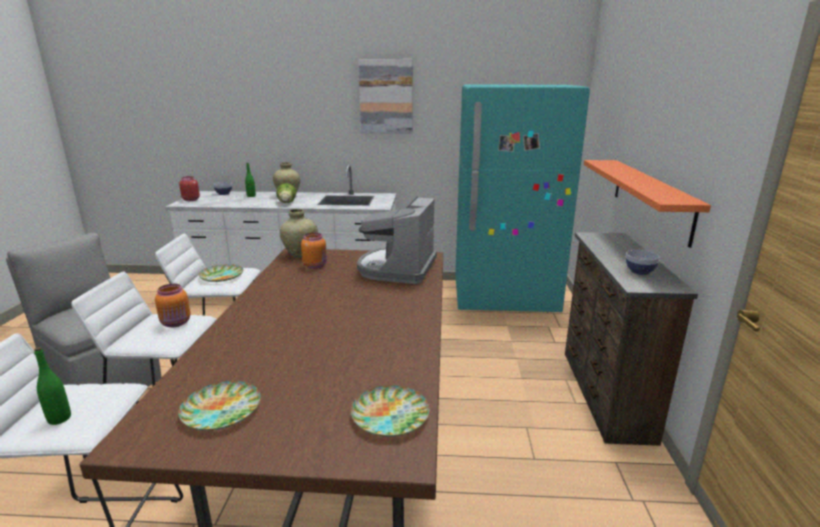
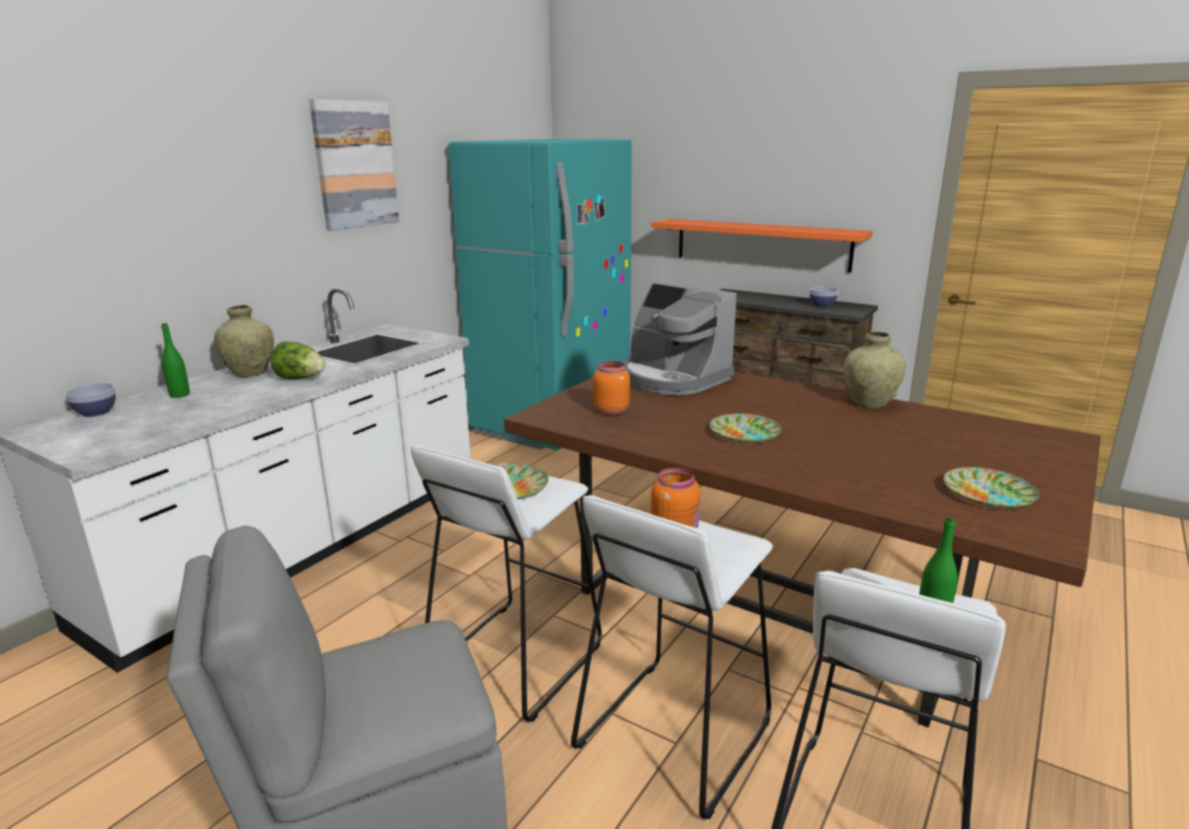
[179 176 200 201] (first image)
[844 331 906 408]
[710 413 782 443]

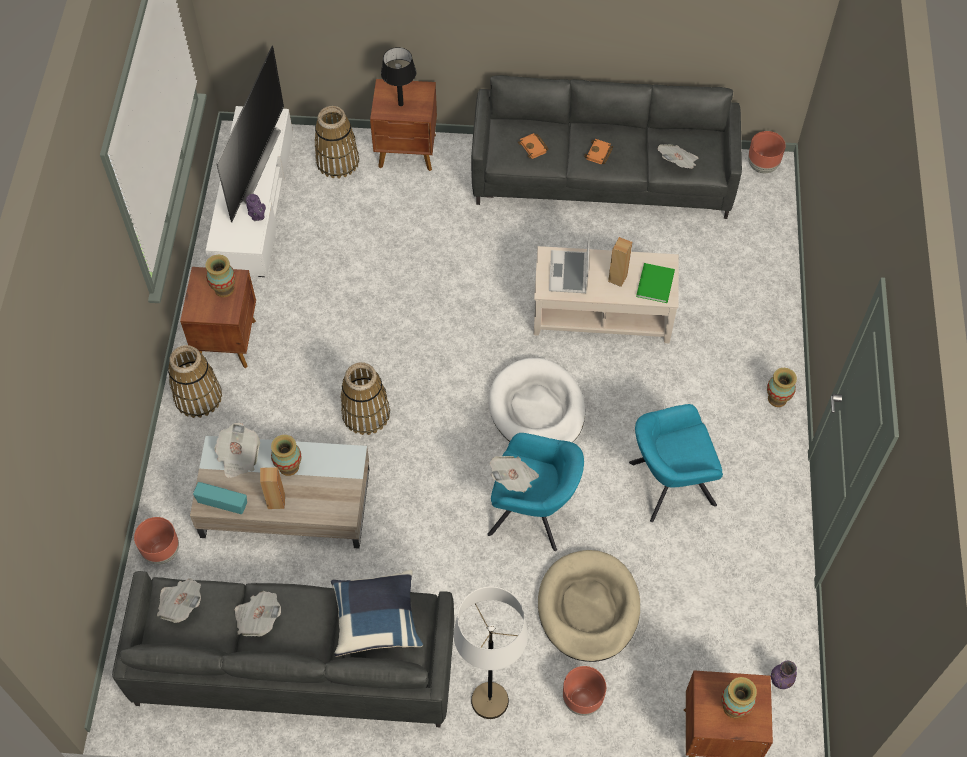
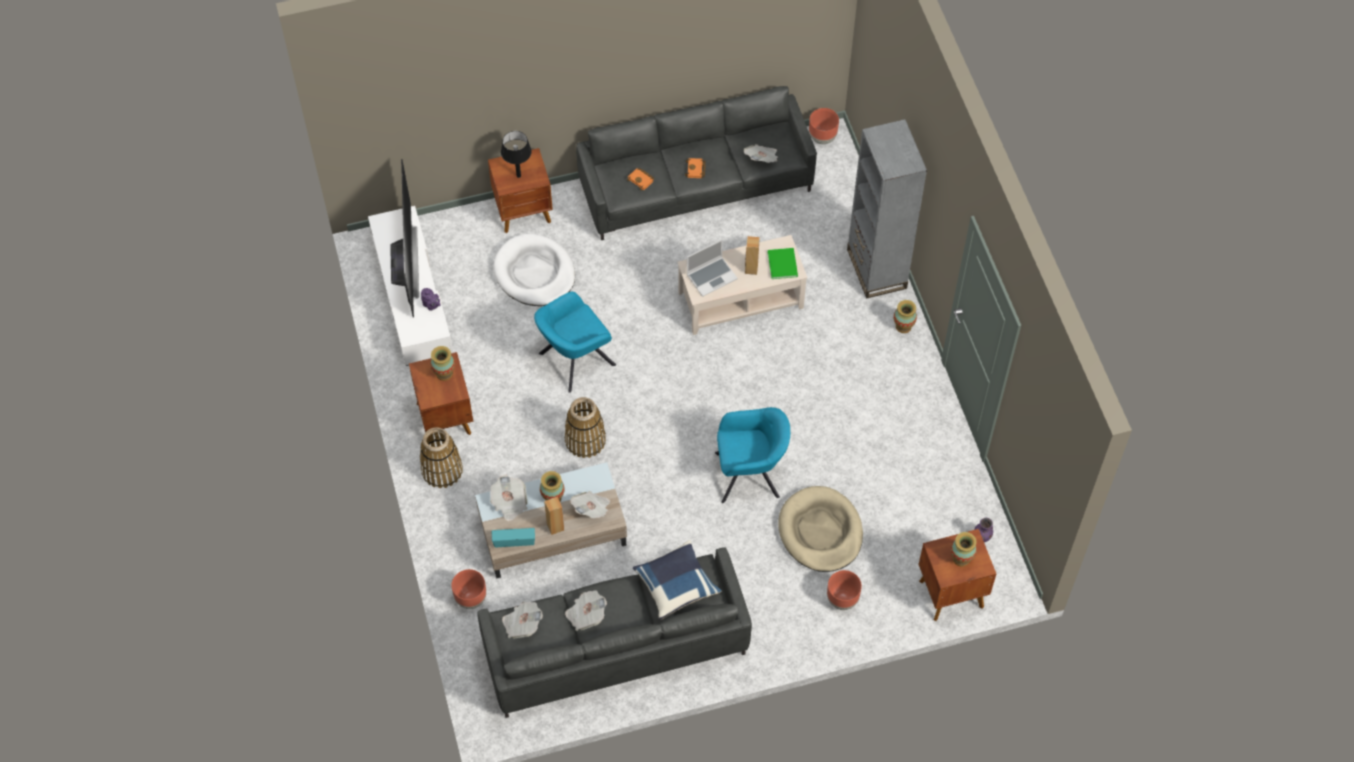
[314 106 359 178] (first image)
[454 586 528 719] (first image)
[847 119 927 299]
[493 233 575 306]
[571 491 611 518]
[534 292 616 393]
[687 239 738 297]

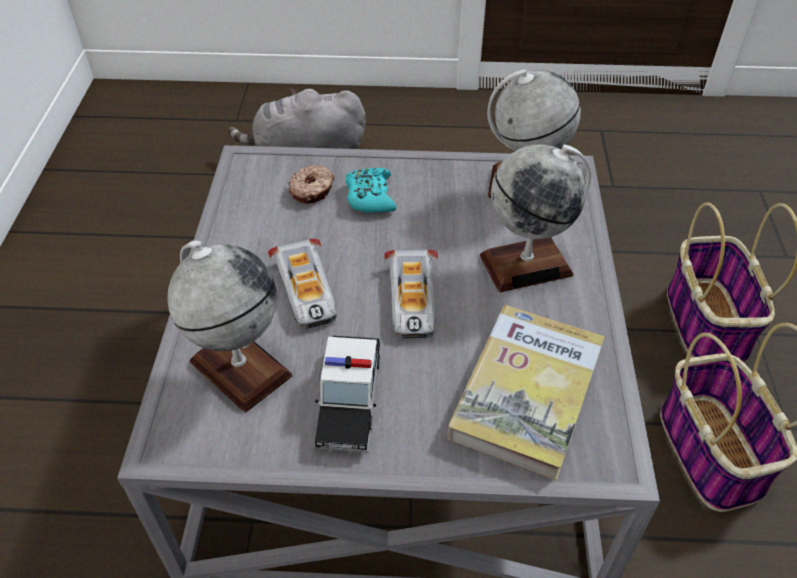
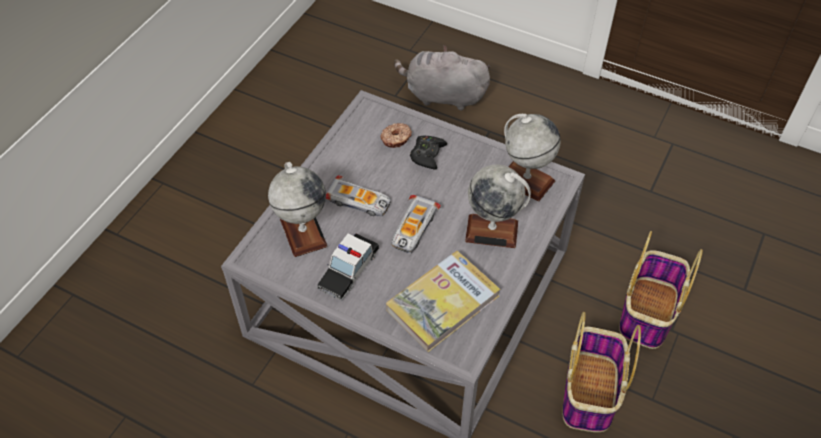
[410 136 447 170]
[326 175 391 217]

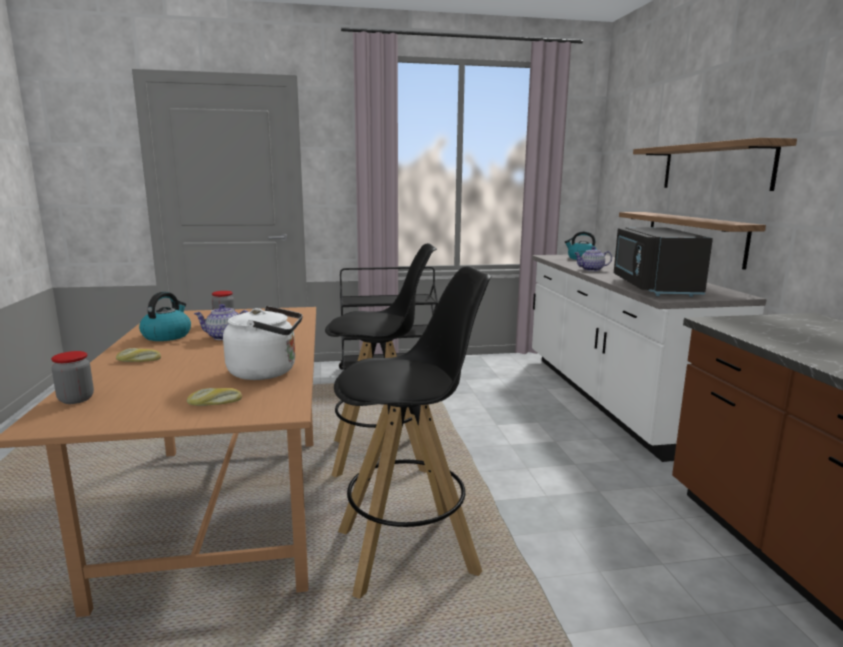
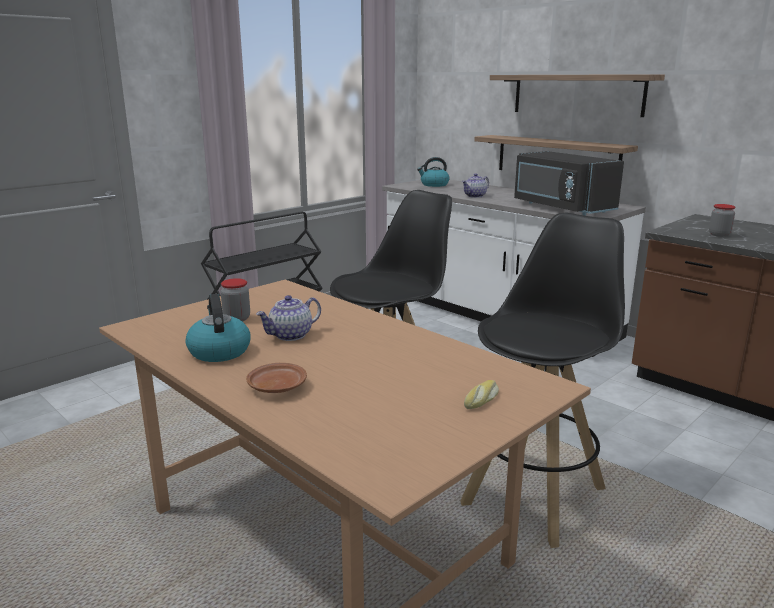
[223 306 303 380] (first image)
[709 204 736 237]
[246 363 307 393]

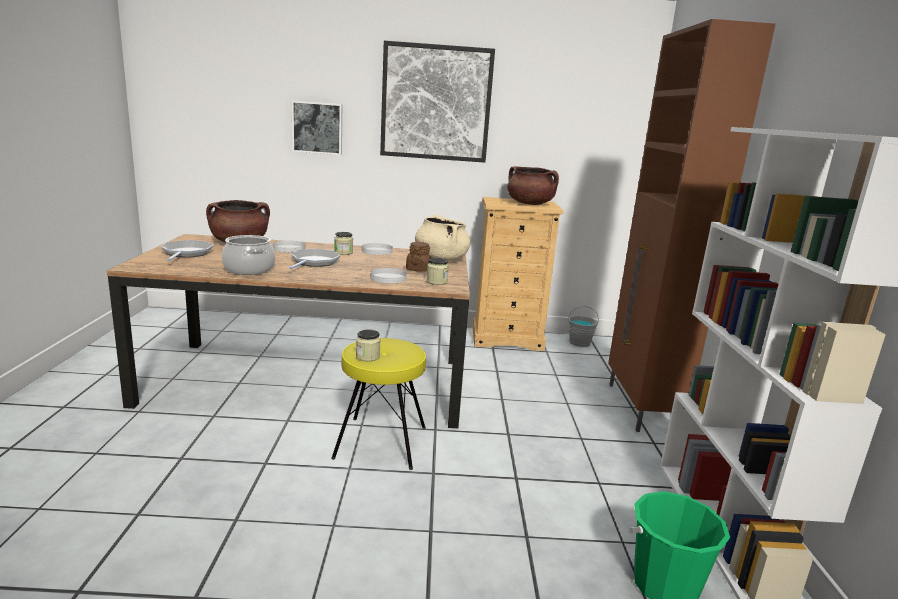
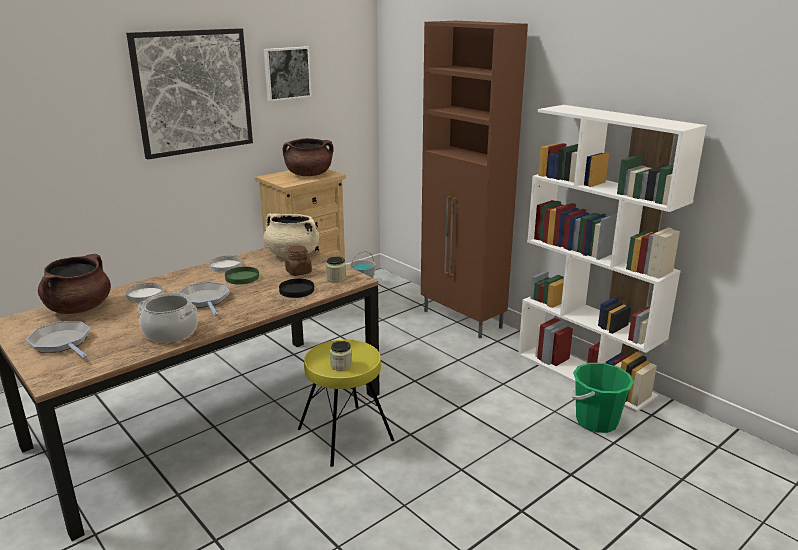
[334 232 353 255] (first image)
[225 267 259 284]
[264 47 312 101]
[279 279 314 298]

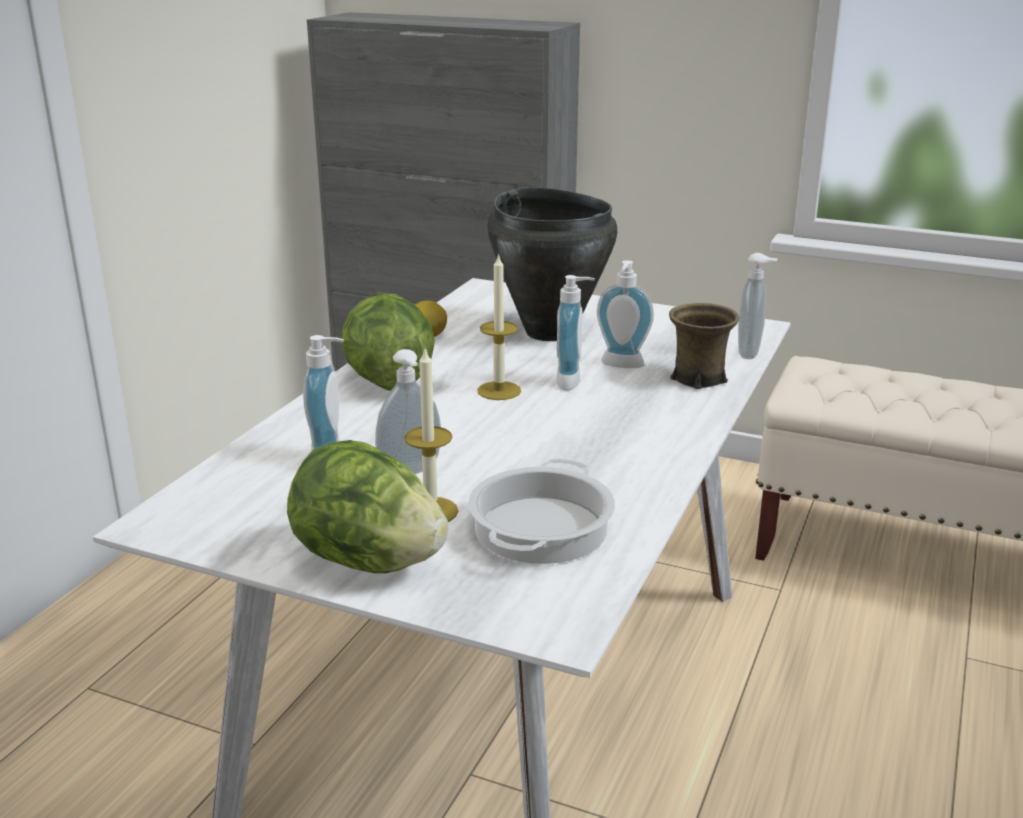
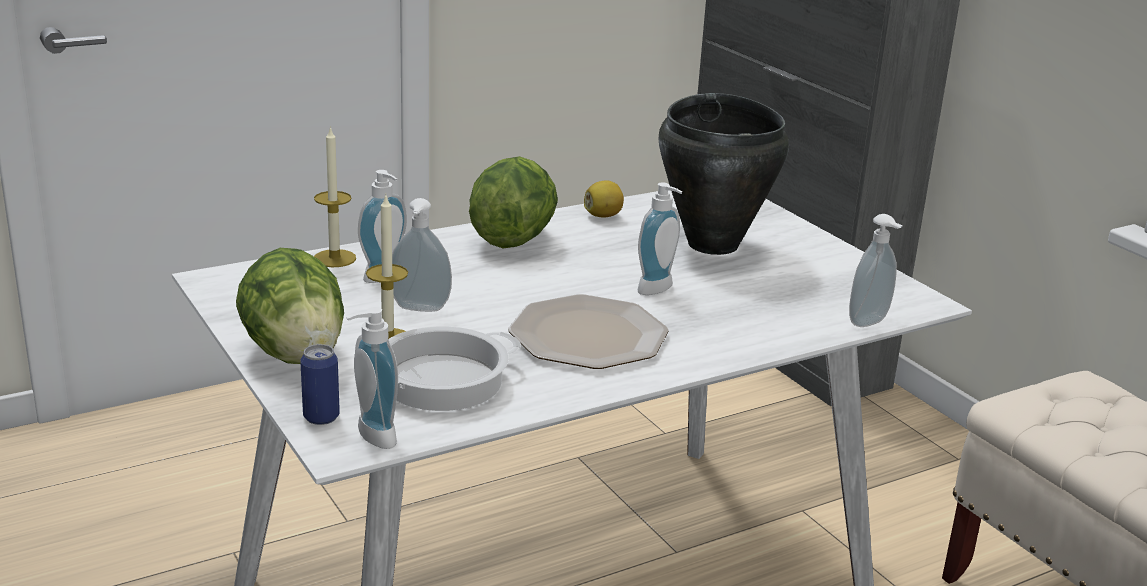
[669 303 739 389] (first image)
[300 344 340 425]
[508 294 669 369]
[314 126 356 267]
[347 307 398 449]

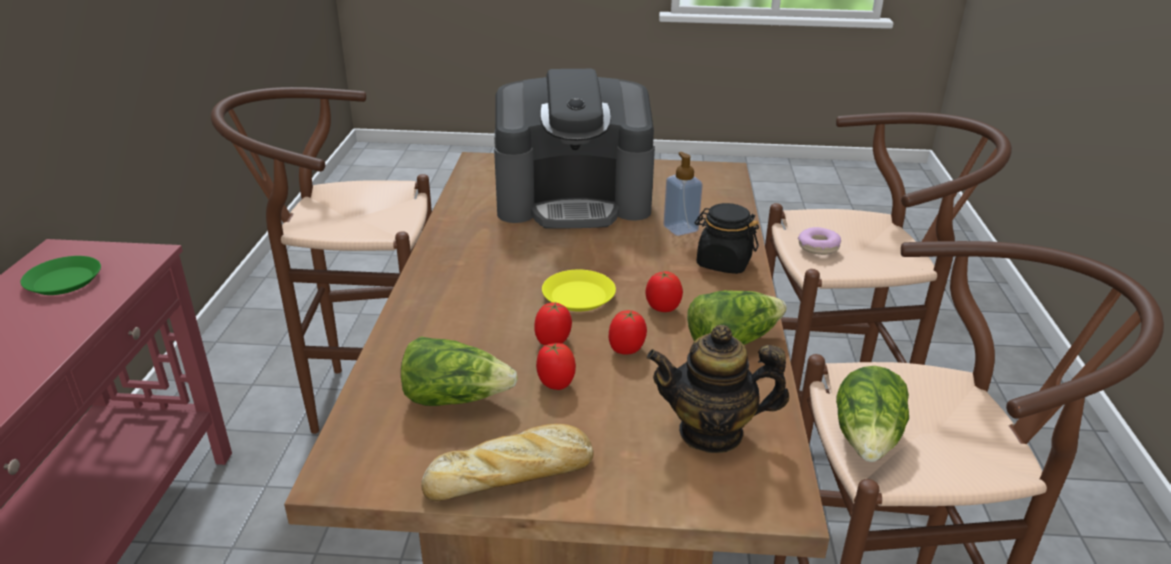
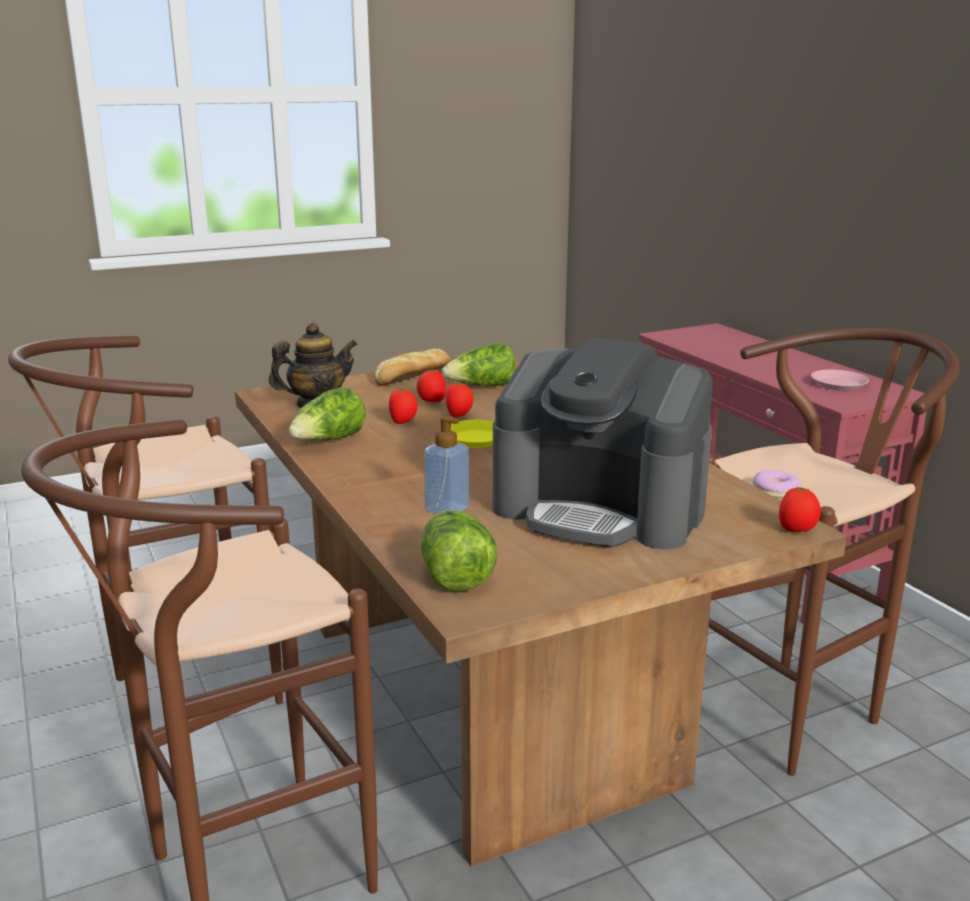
[695 203 759 274] (first image)
[779 487 821 532]
[753 470 801 499]
[421 510 497 592]
[811 370 869 391]
[493 338 713 550]

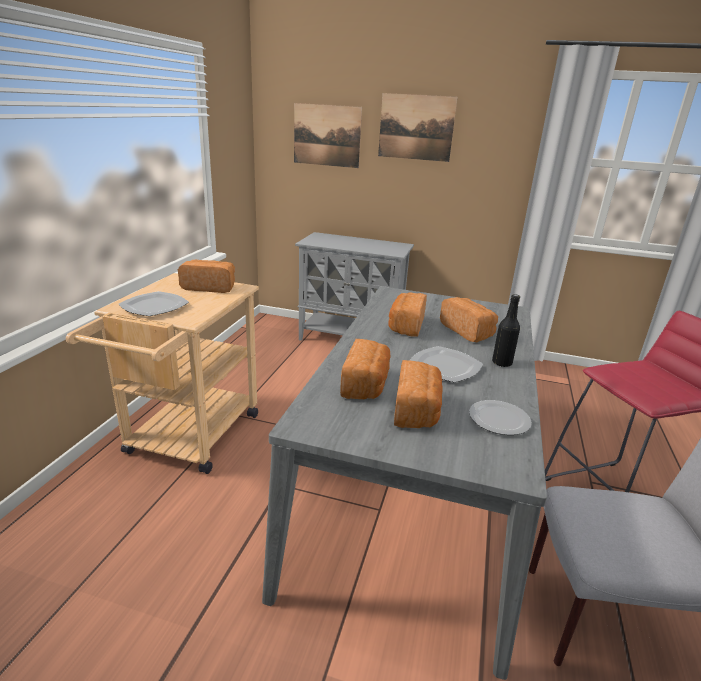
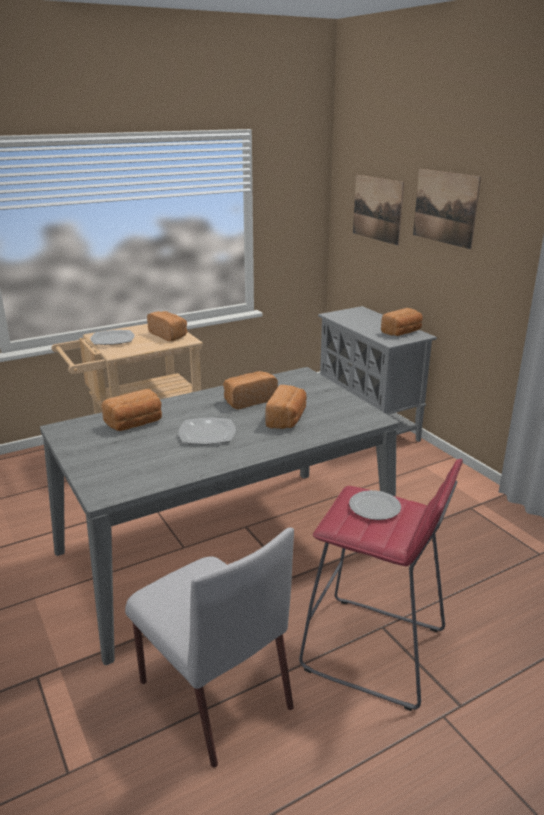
[492 294 520 367] (first image)
[381 308 423 336]
[349 490 401 520]

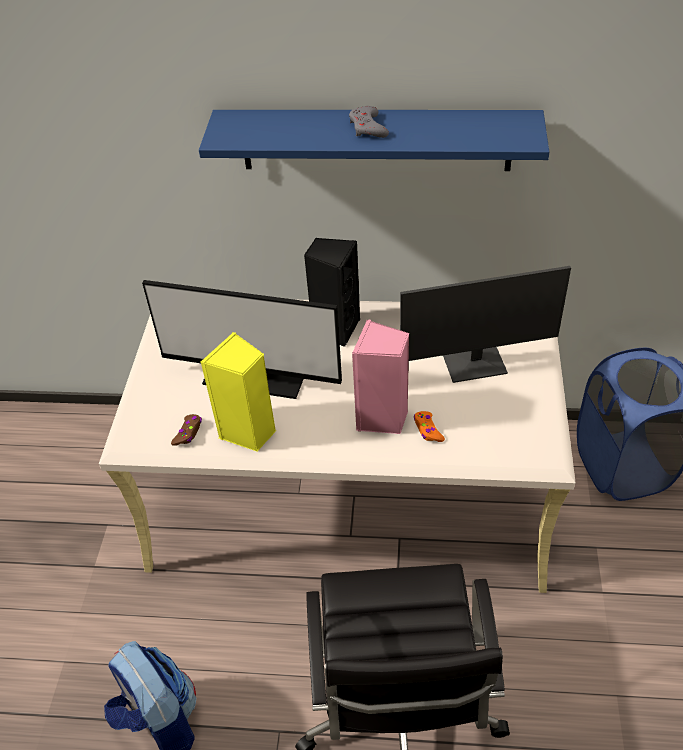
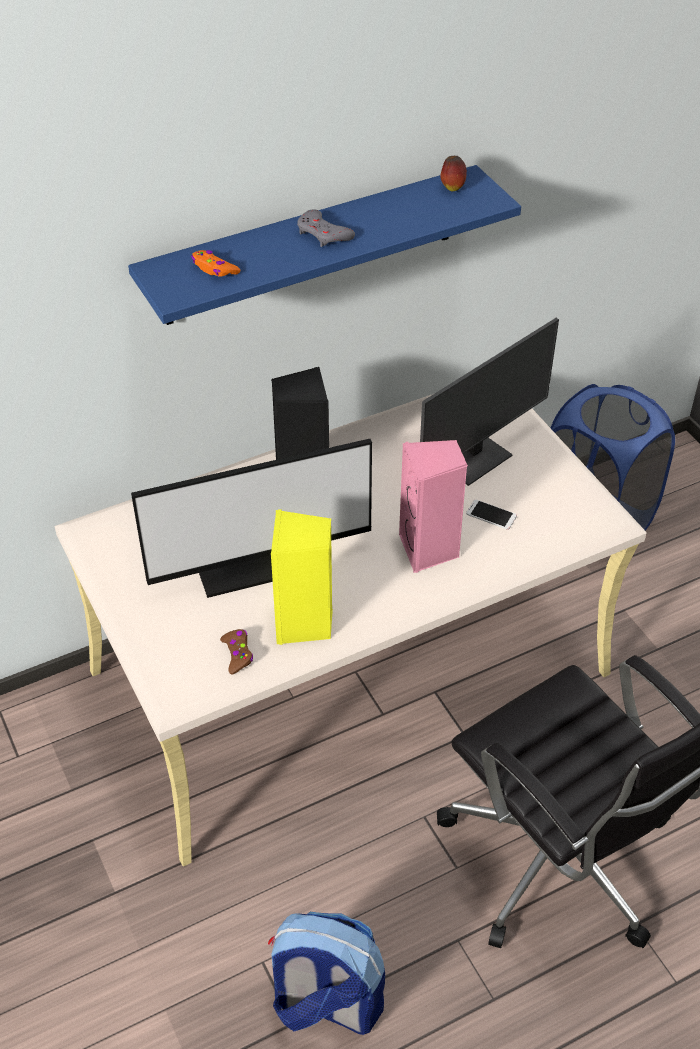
[440 156 467 191]
[466 500 517 530]
[191 250 241 277]

